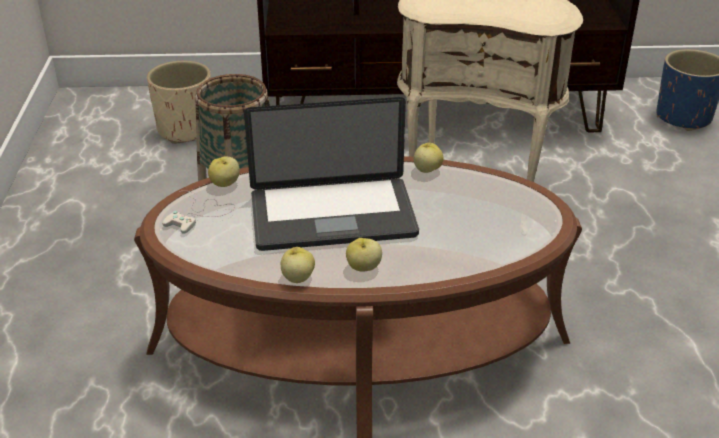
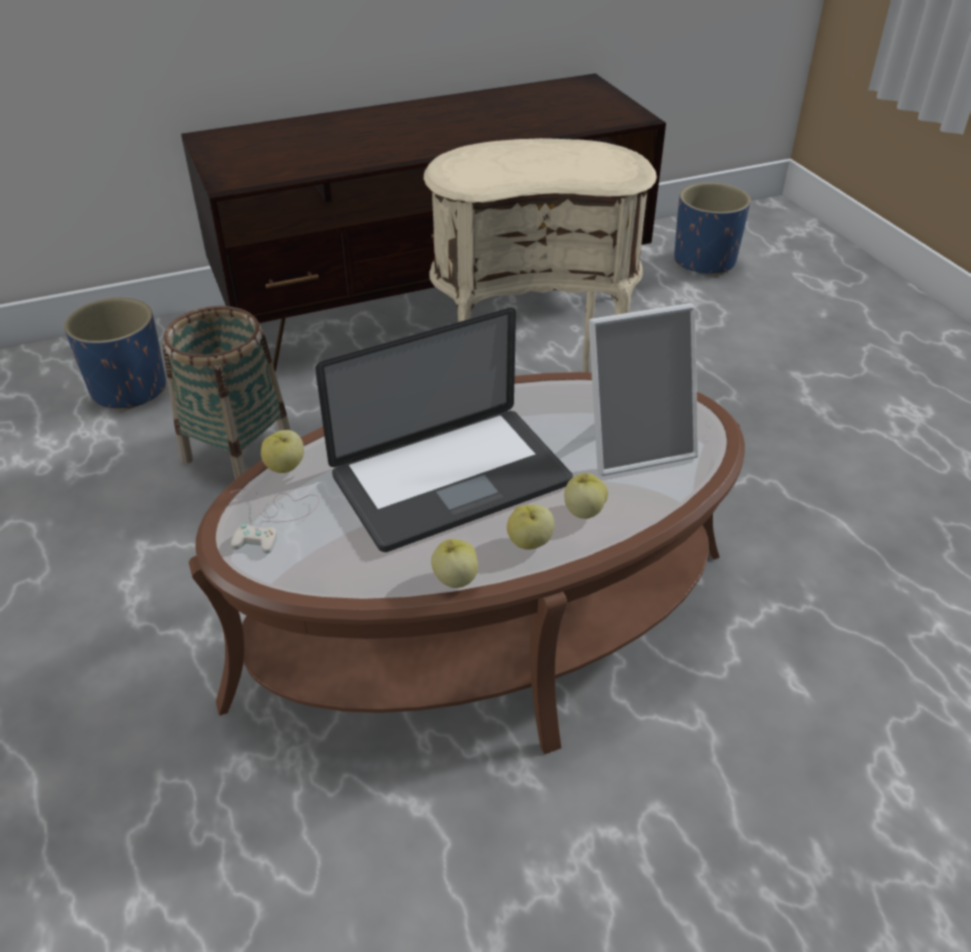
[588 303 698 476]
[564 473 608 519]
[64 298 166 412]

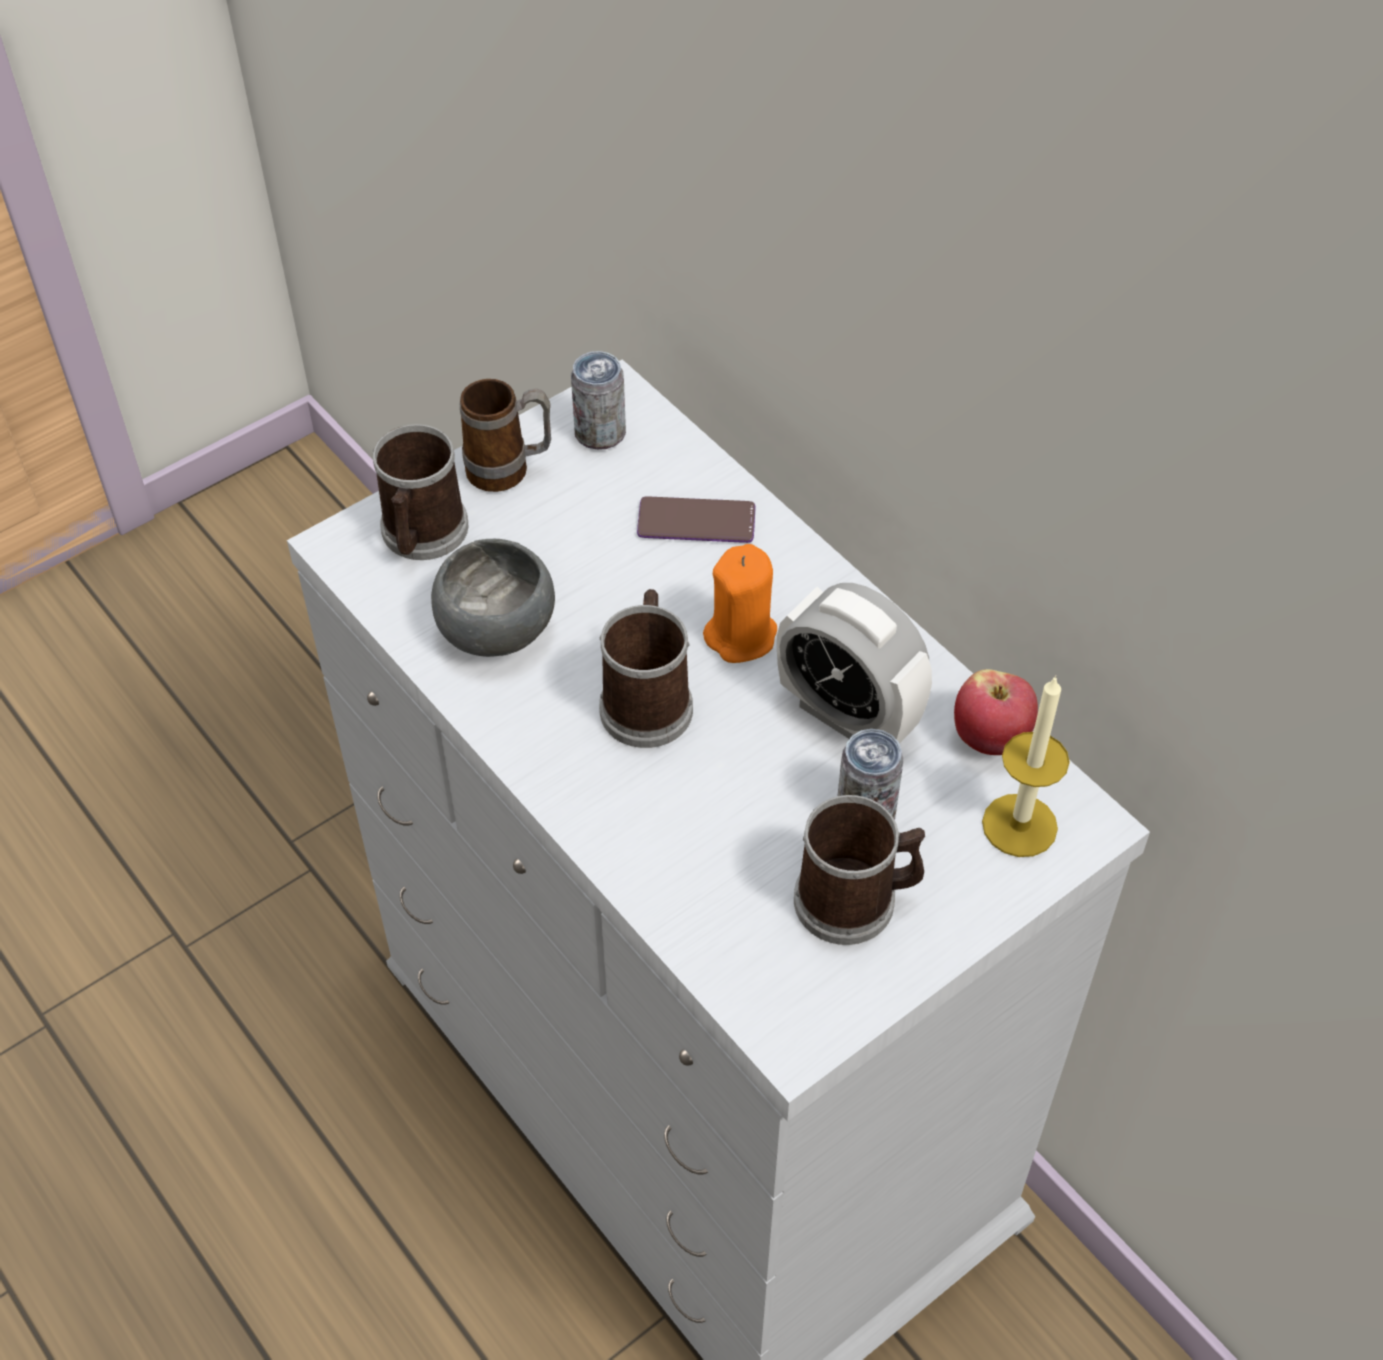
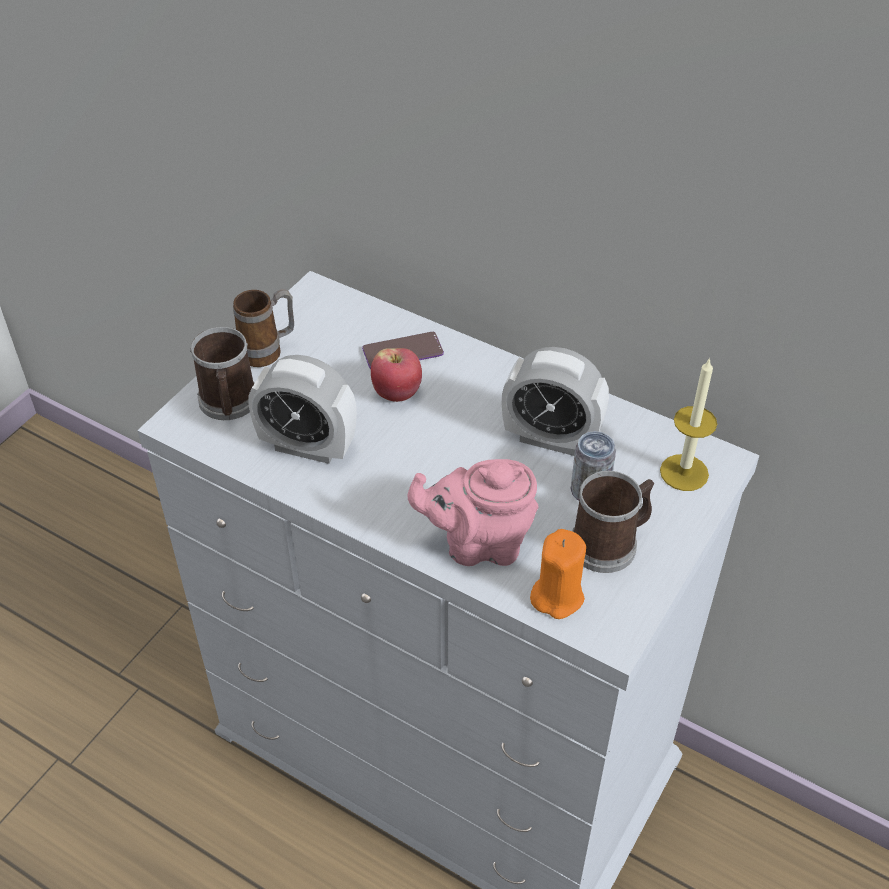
[571 351 626 450] (first image)
[599 589 693 748] (first image)
[407 459 539 566]
[530 529 586 619]
[371 348 422 402]
[248 355 357 464]

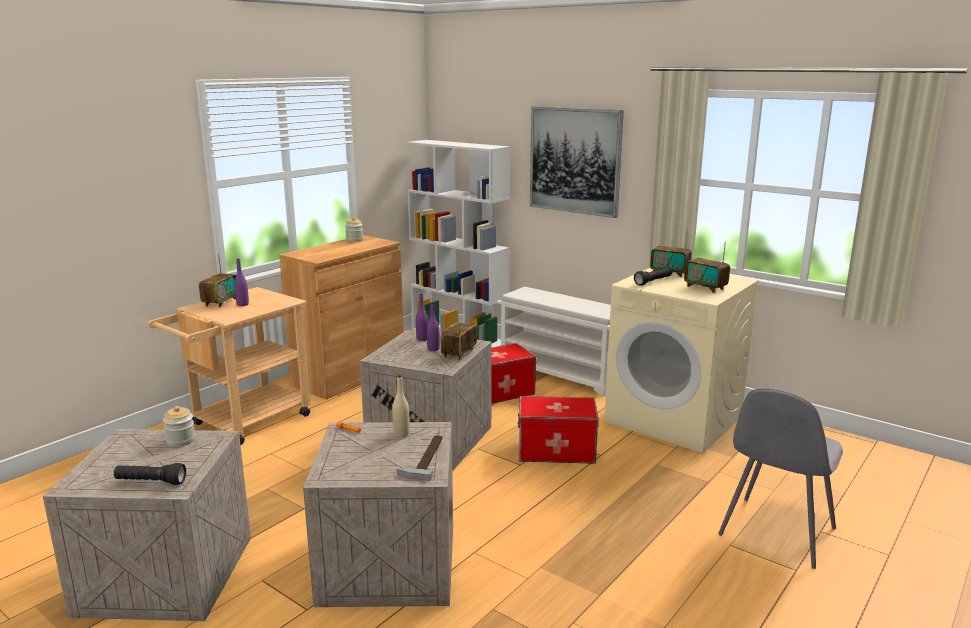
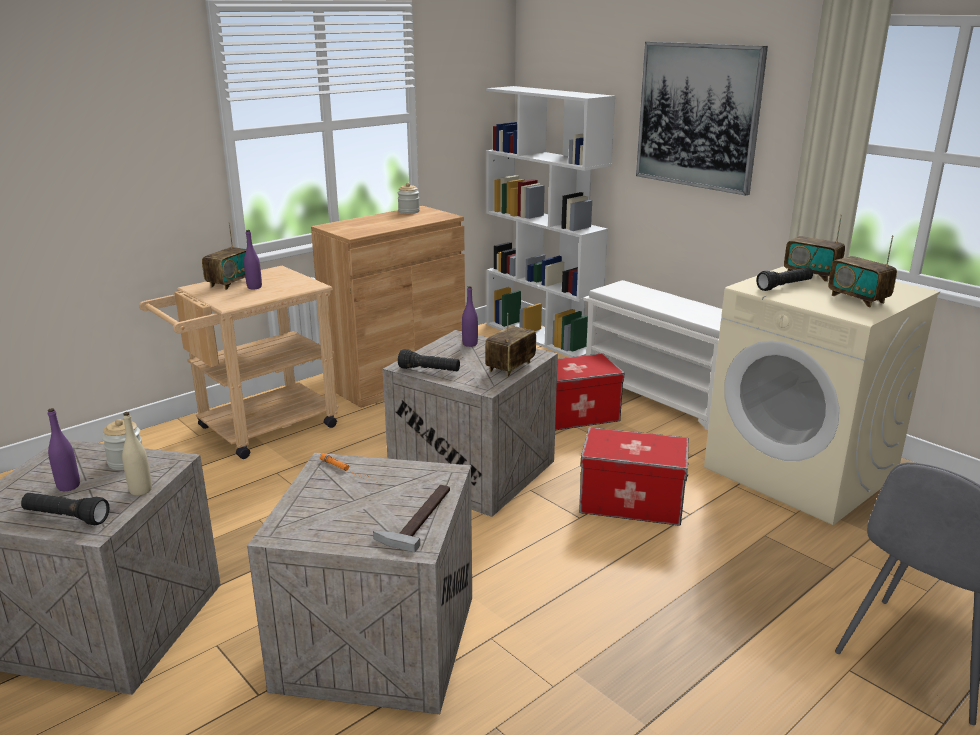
[398 349 460 371]
[122 412 152 496]
[48 408 80 491]

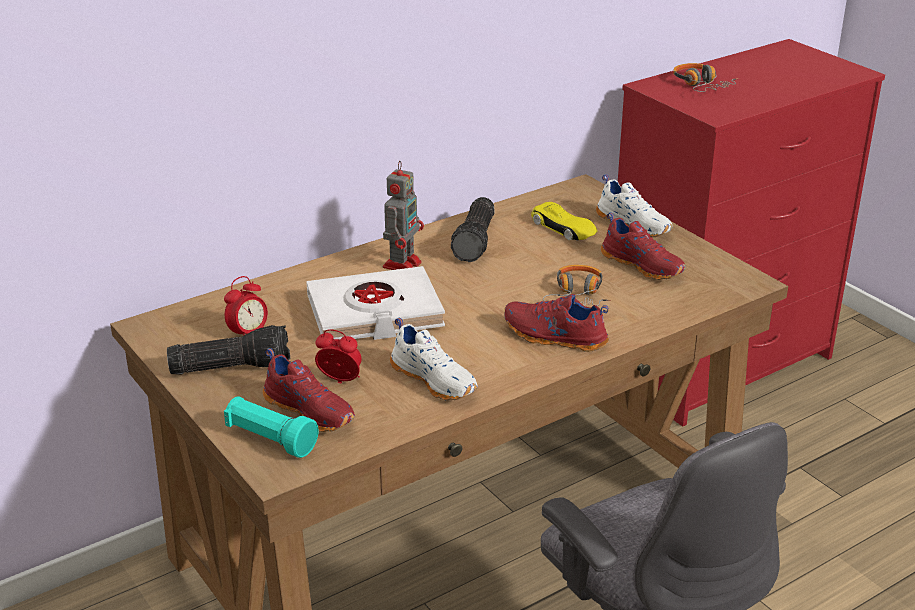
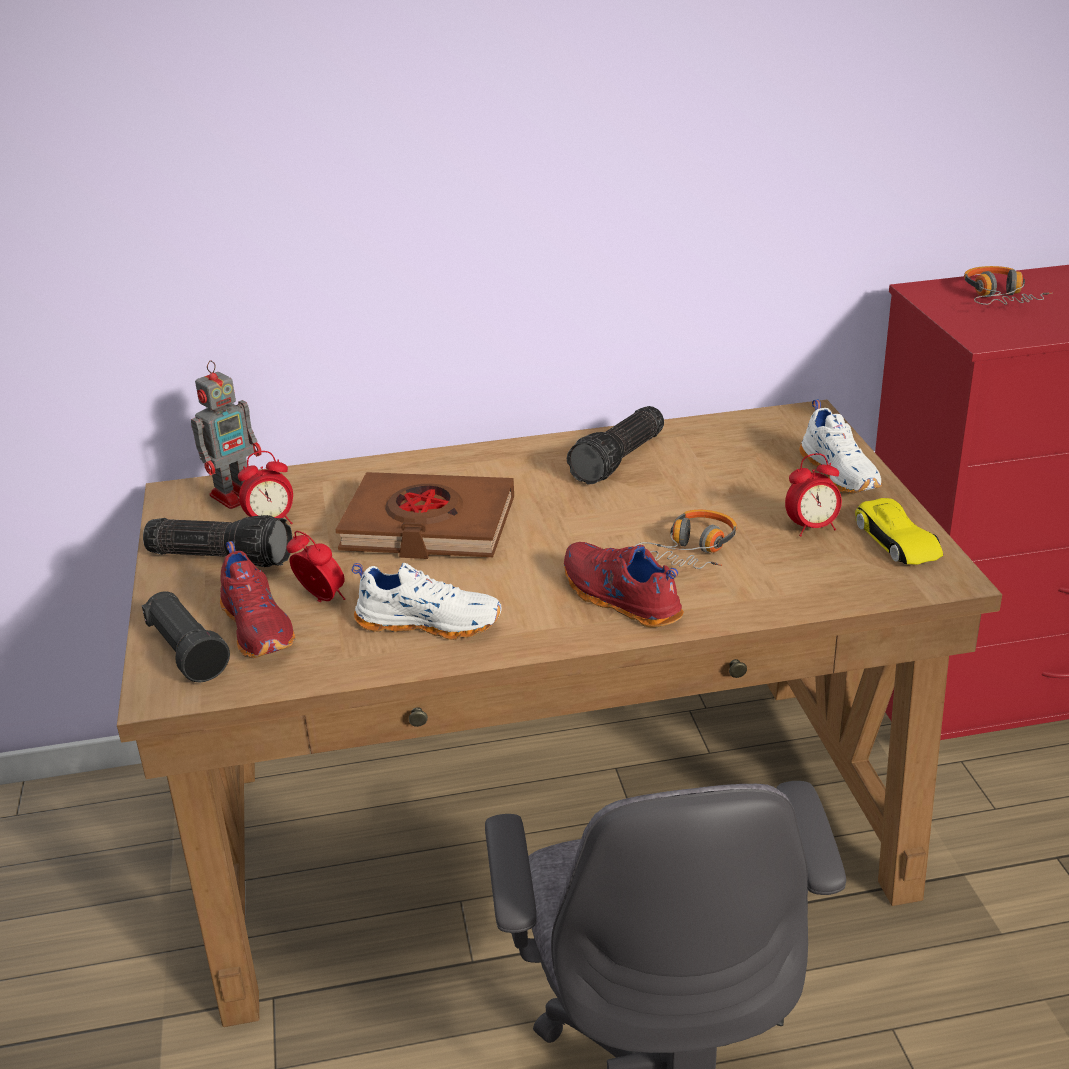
[191 360 262 509]
[855 498 943 565]
[785 453 842 537]
[142 591 230 682]
[336 472 514 559]
[352 563 502 640]

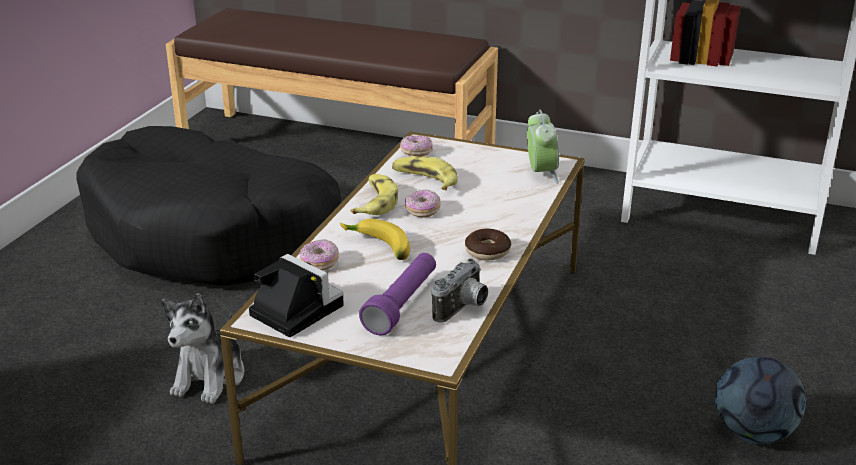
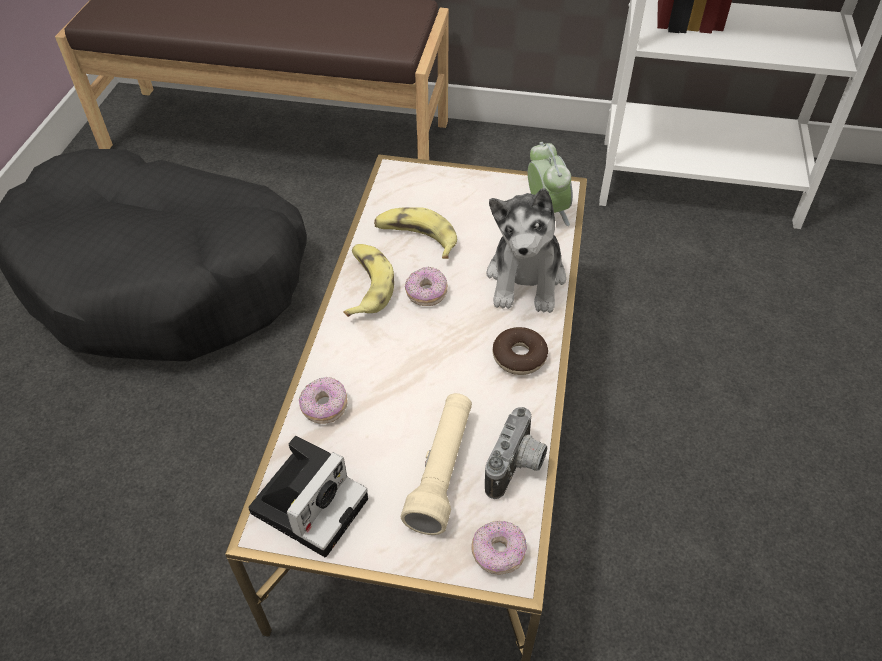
[340 219 410 260] (first image)
[715 357 806 444] (first image)
[487 188 566 313]
[471 521 527 575]
[401 393 472 535]
[248 435 368 557]

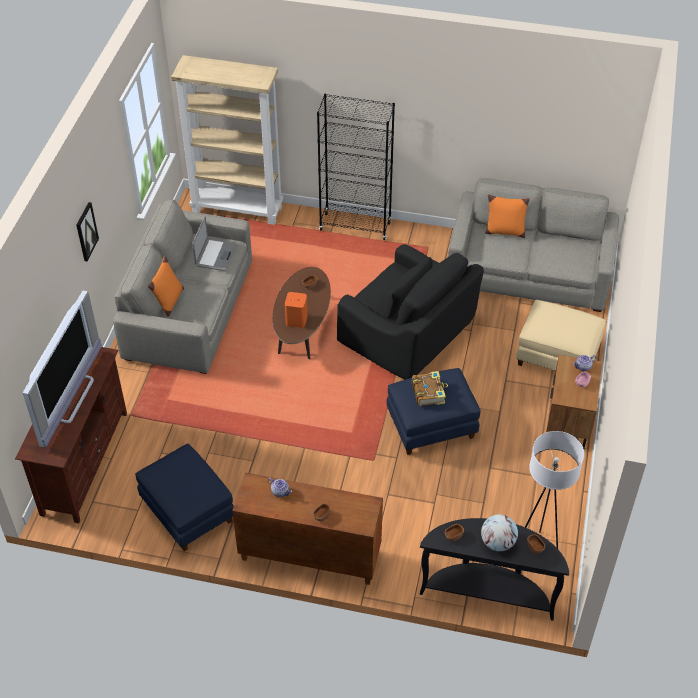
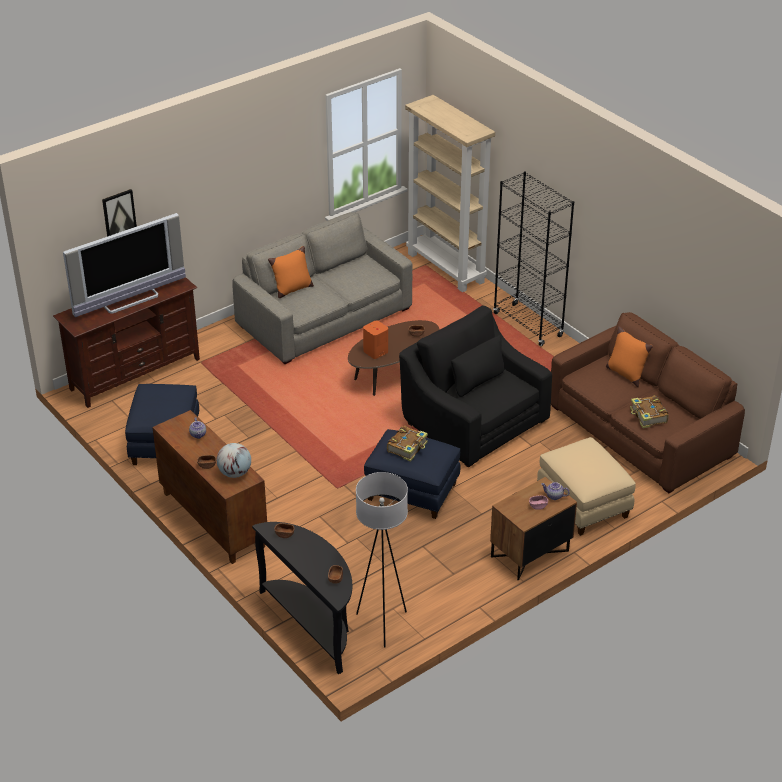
[192 216 237 271] (first image)
[630 396 669 428]
[102 189 137 237]
[217 443 251 478]
[551 312 745 493]
[399 305 552 468]

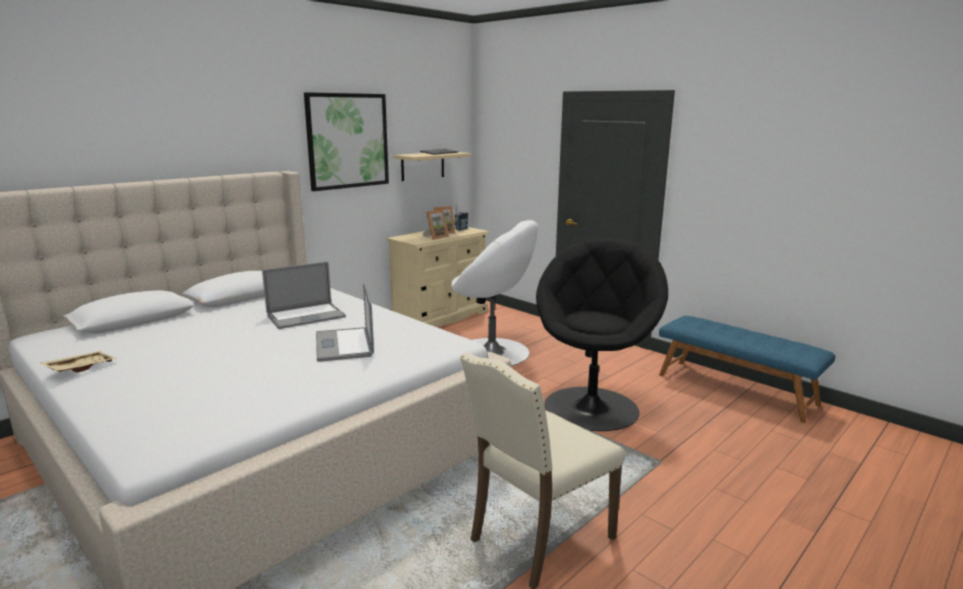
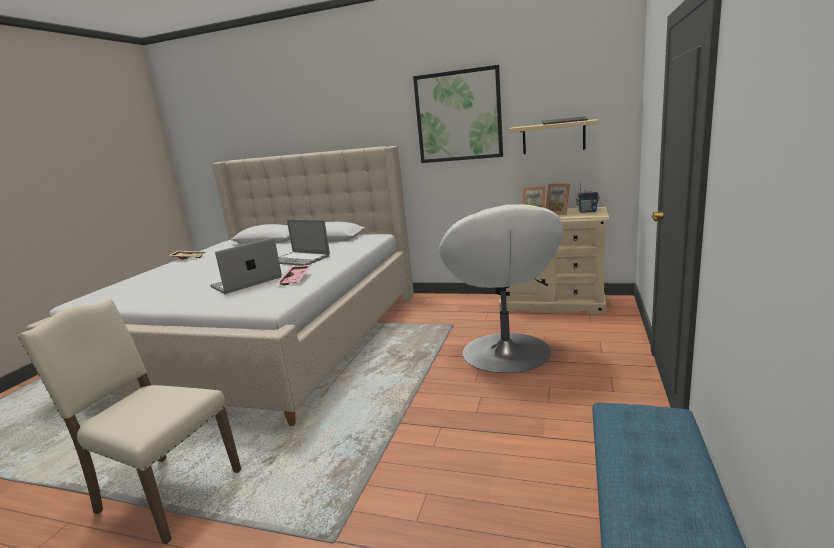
[536 238 668 431] (first image)
[277 265 311 285]

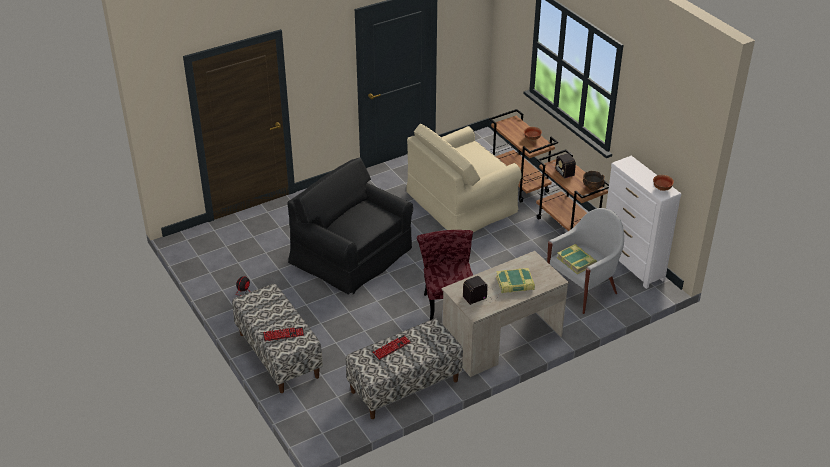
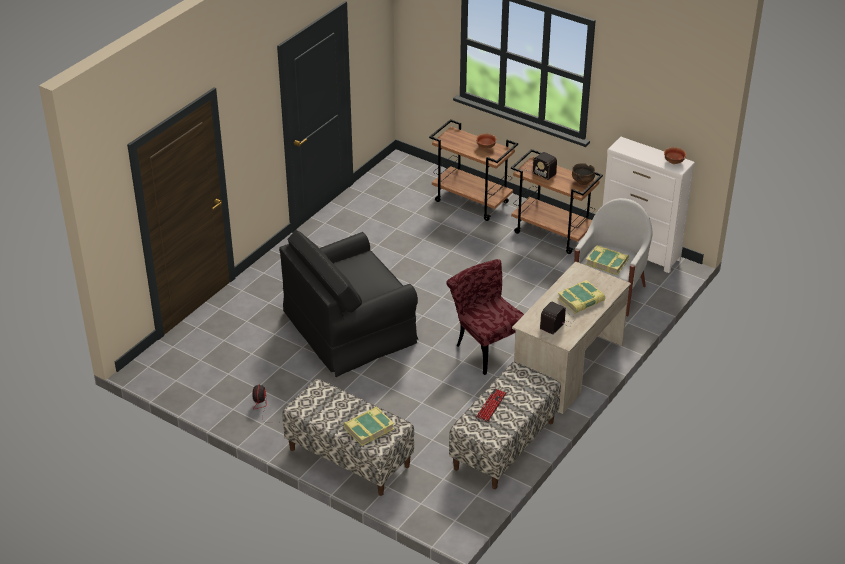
[406 124 522 232] (first image)
[344 407 394 446]
[279 230 418 377]

